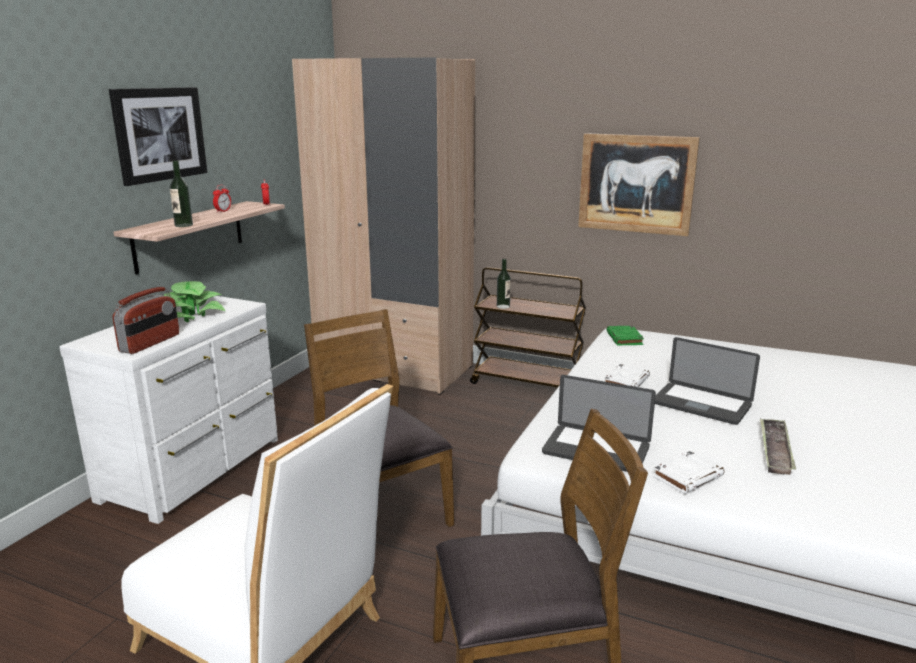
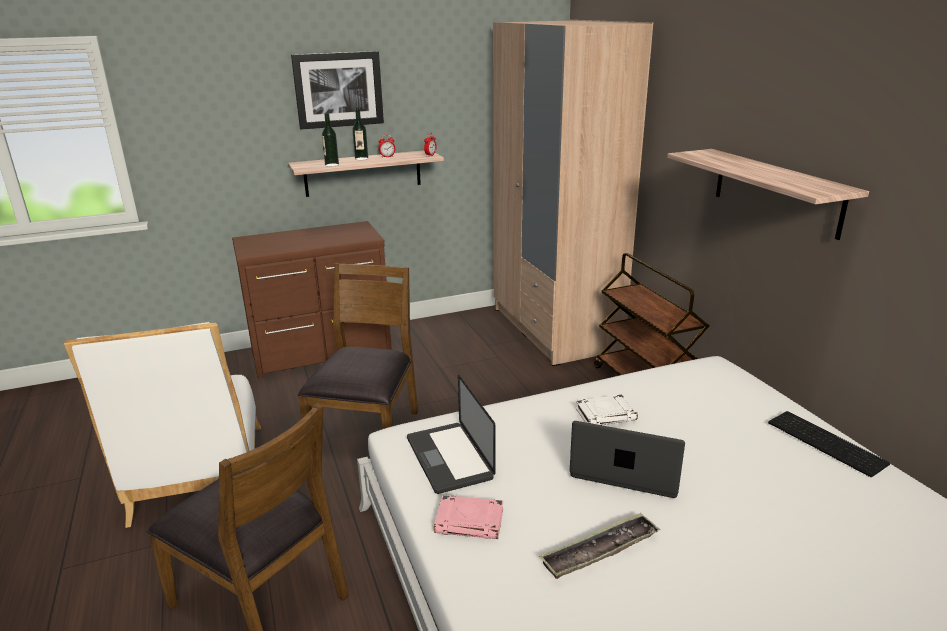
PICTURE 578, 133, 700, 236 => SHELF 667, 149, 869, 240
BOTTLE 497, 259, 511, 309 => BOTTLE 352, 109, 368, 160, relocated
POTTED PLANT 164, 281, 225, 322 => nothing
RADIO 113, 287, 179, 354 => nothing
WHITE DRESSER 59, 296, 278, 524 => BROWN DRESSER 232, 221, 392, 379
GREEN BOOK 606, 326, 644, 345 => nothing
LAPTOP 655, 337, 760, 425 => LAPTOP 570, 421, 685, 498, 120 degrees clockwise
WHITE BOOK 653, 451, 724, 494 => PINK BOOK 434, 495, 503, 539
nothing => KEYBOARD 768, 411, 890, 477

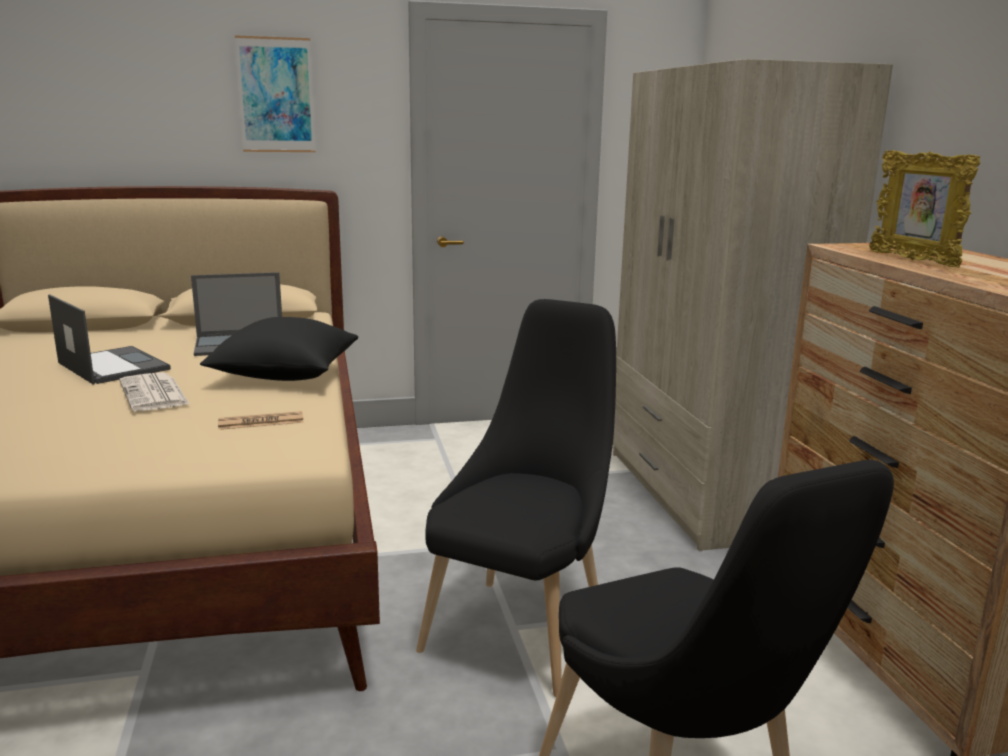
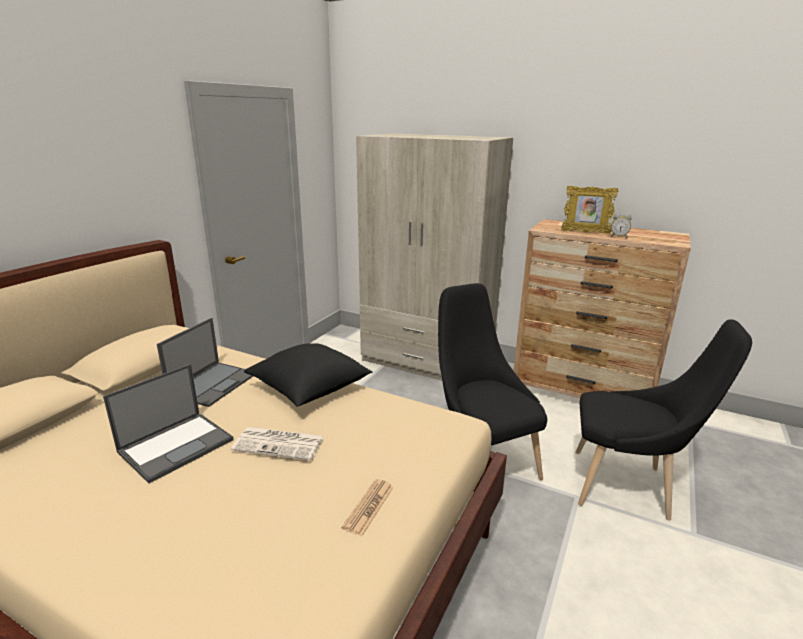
PICTURE 235, 35, 316, 152 => nothing
LAPTOP 48, 295, 171, 385 => LAPTOP 103, 364, 234, 483, 135 degrees clockwise
NEWSPAPER 218, 411, 304, 430 => NEWSPAPER 342, 479, 394, 536, relocated
nothing => ALARM CLOCK 610, 213, 632, 238

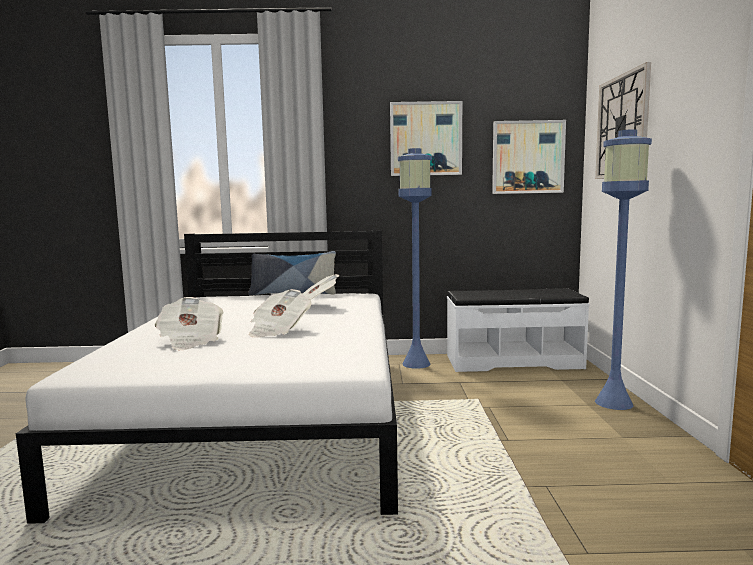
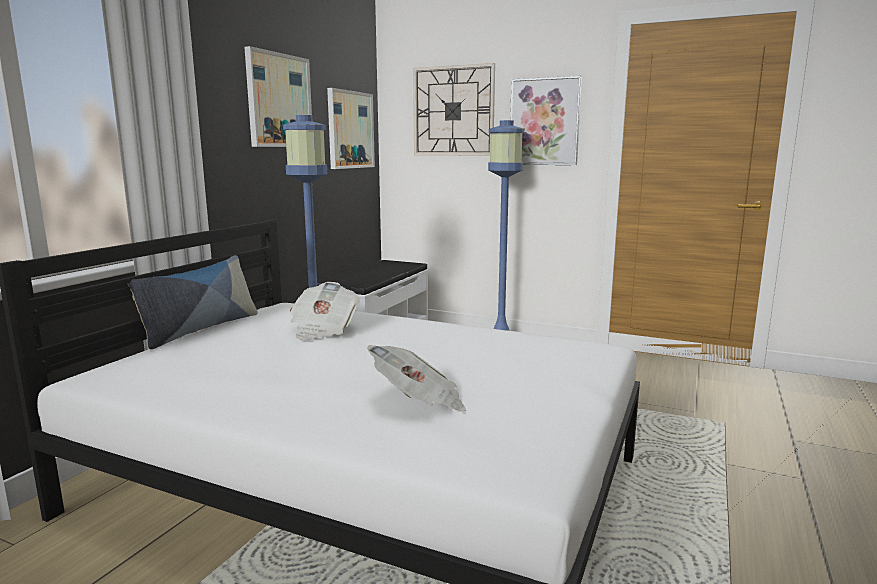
NEWSPAPER 249, 289, 311, 338 => nothing
nothing => PICTURE 510, 76, 582, 165

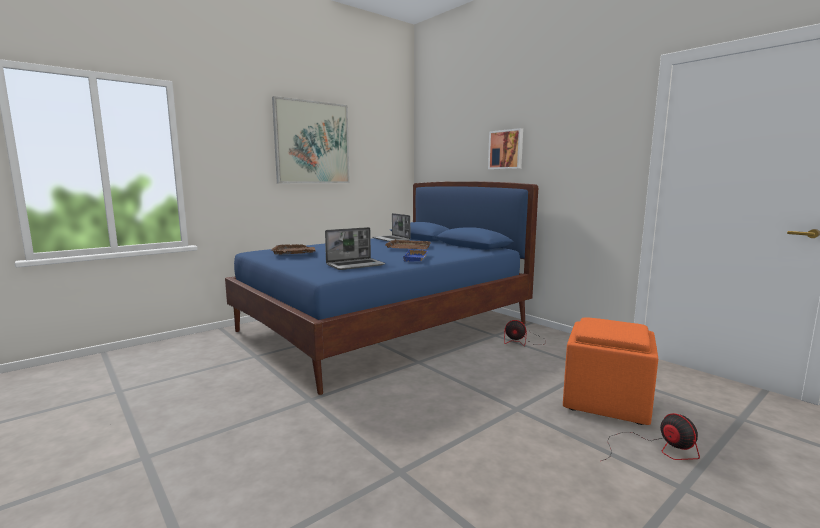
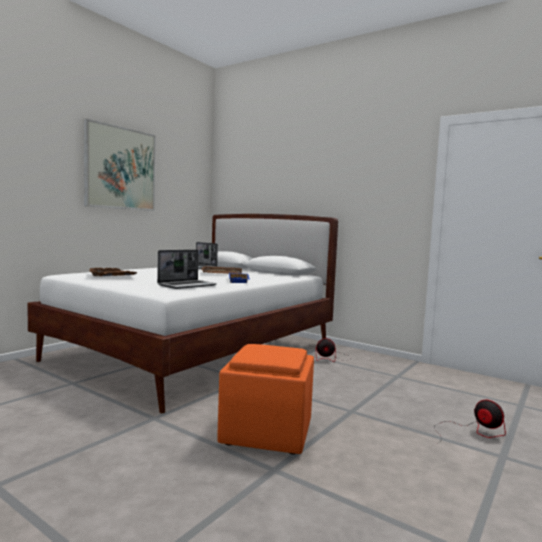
PICTURE 488, 128, 523, 169 => nothing
BLUE BED 225, 181, 538, 395 => WHITE BED 27, 214, 338, 413
ORANGE OTTOMAN 563, 317, 658, 425 => ORANGE OTTOMAN 217, 344, 314, 454, relocated

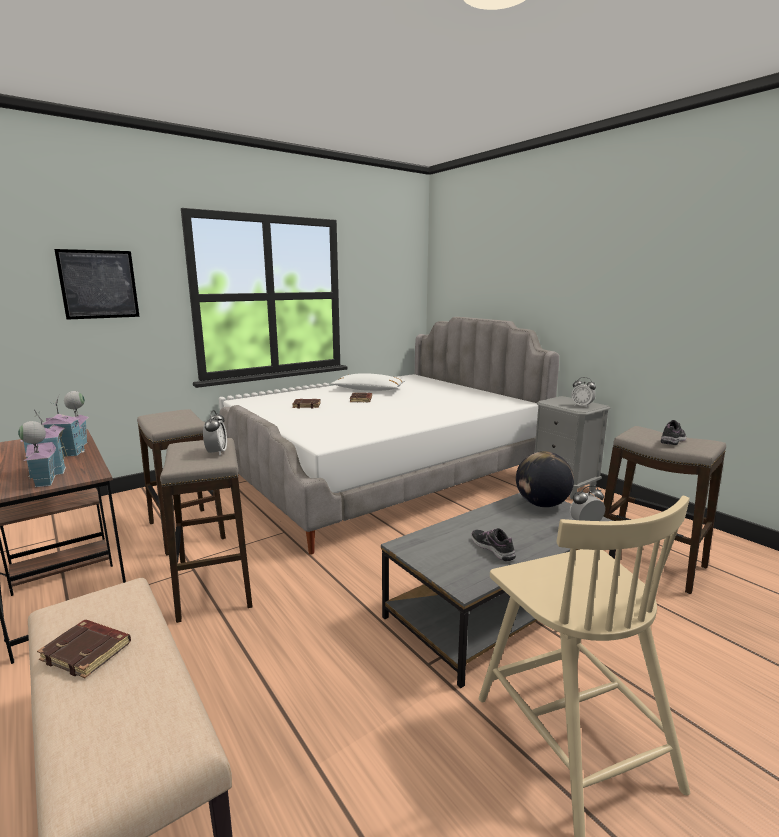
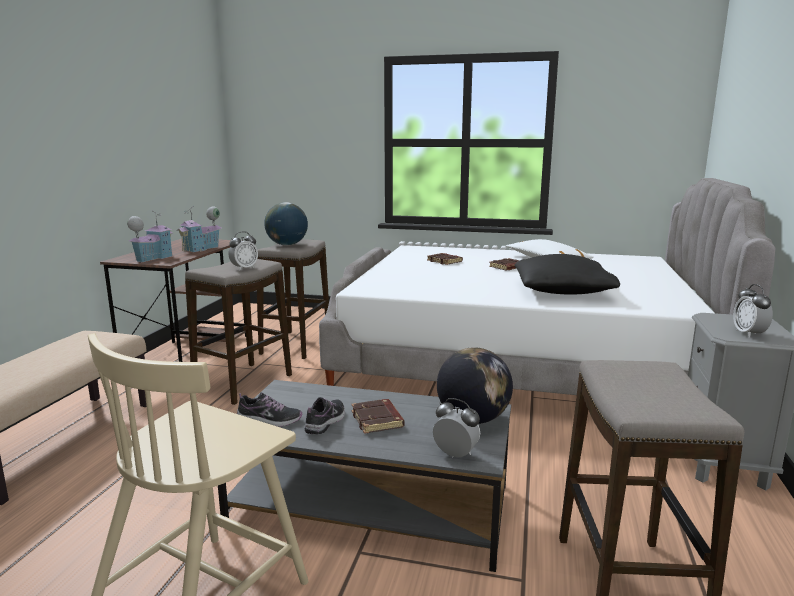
PICTURE 54, 249, 140, 320 => nothing
SHOE 661, 420, 686, 445 => SHOE 237, 392, 302, 427, relocated
BROWN BOOK 37, 620, 131, 678 => BROWN BOOK 351, 399, 405, 434, relocated
nothing => GLOBE 264, 202, 308, 245
nothing => BLACK PILLOW 515, 254, 620, 295

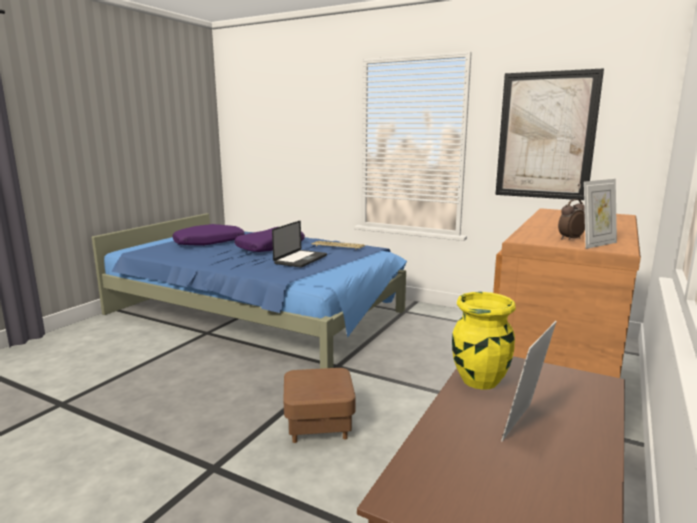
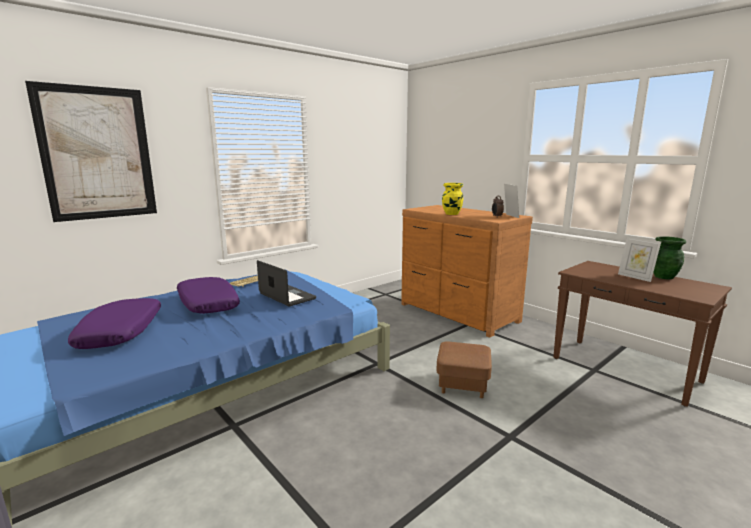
PICTURE 495, 68, 604, 200 => PICTURE 25, 81, 157, 222, relocated
YELLOW VASE 452, 292, 515, 390 => YELLOW VASE 442, 183, 463, 215, relocated
nothing => GREEN VASE 653, 236, 686, 279

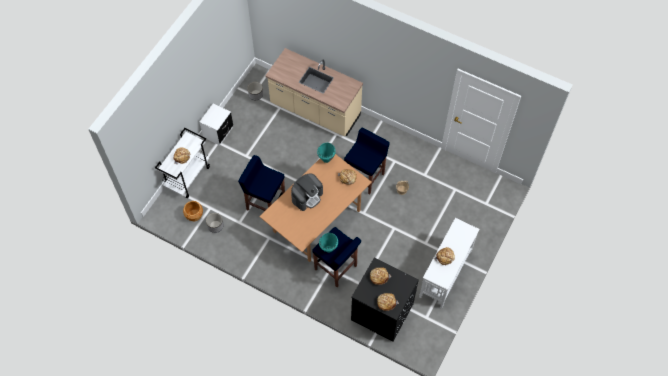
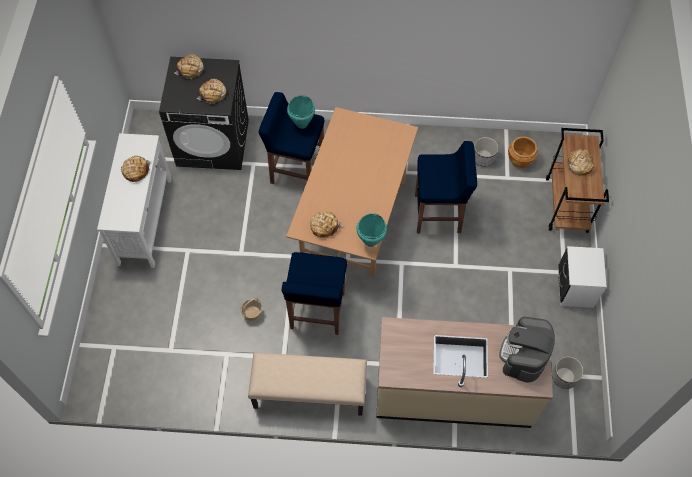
WHITE CART 155, 128, 210, 198 => BROWN CART 546, 128, 609, 233
COFFEE MACHINE 291, 173, 323, 211 => COFFEE MACHINE 499, 317, 555, 383, relocated
nothing => BEIGE BENCH 248, 353, 367, 416

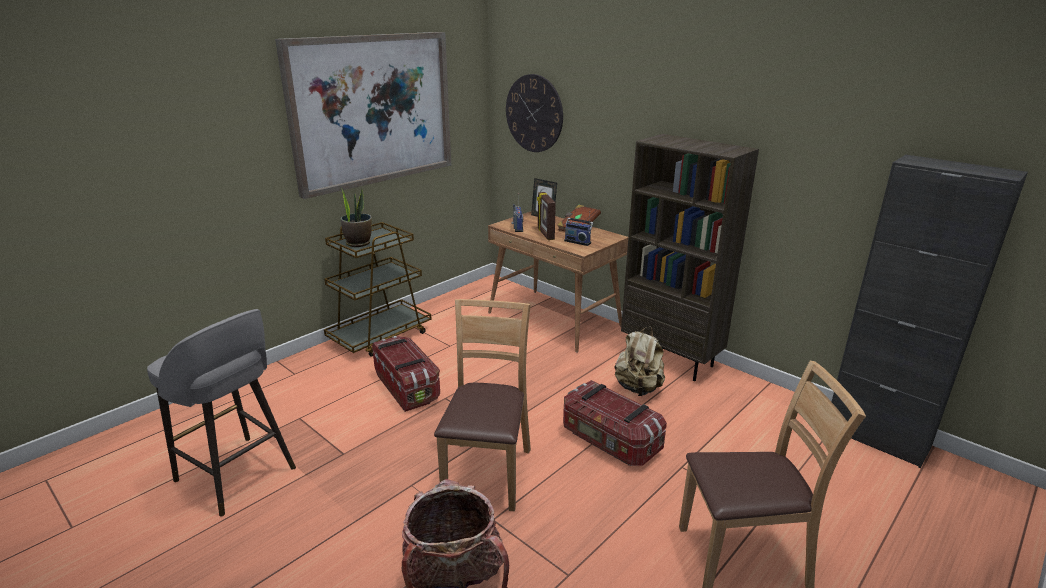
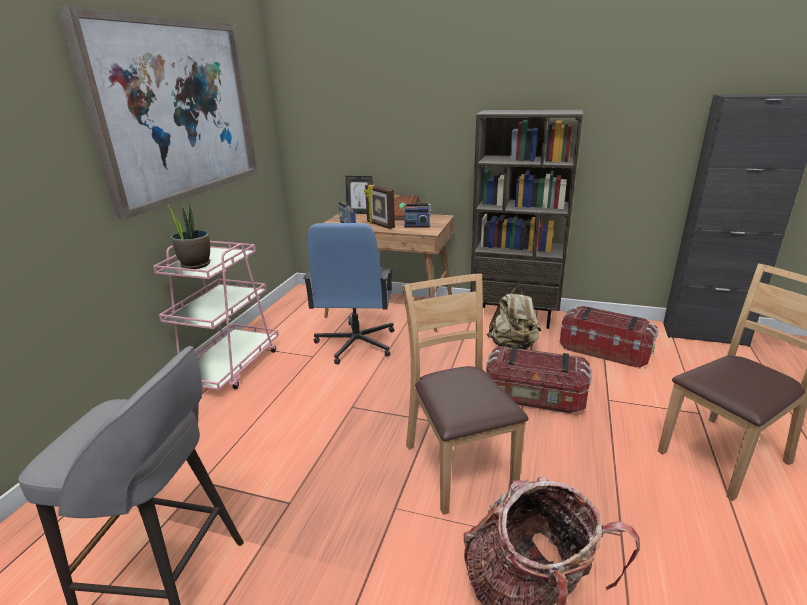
WALL CLOCK 506, 74, 563, 152 => nothing
BROWN CART 324, 222, 432, 357 => PINK CART 153, 241, 279, 390
STORAGE BOX 372, 336, 440, 412 => STORAGE BOX 560, 306, 658, 368, relocated
nothing => BLUE OFFICE CHAIR 304, 223, 394, 365

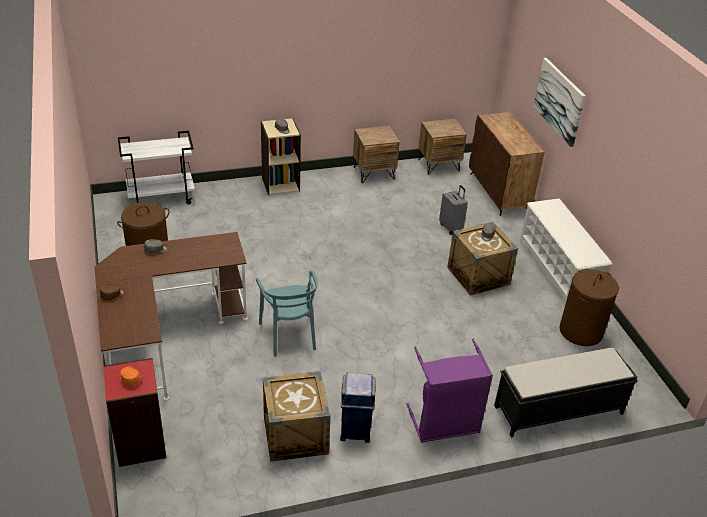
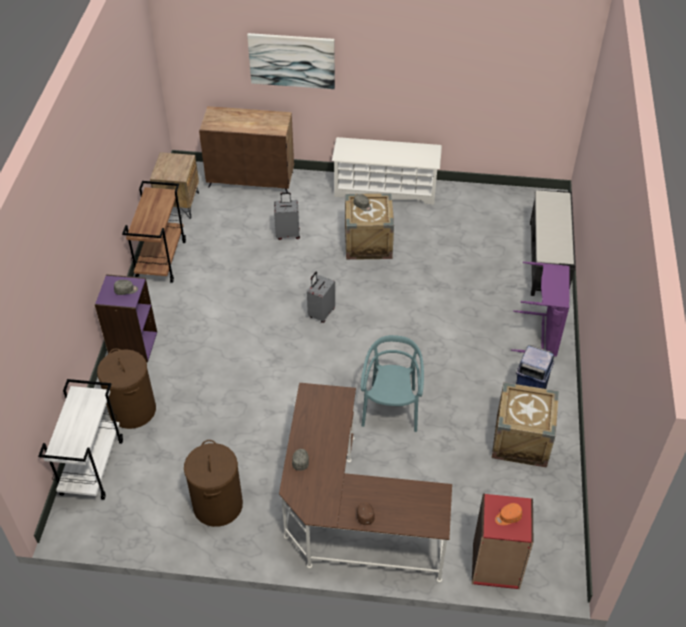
BEIGE BOOKCASE 261, 118, 301, 195 => PURPLE BOOKCASE 95, 274, 157, 362
BROWN NIGHTSTAND 353, 126, 400, 183 => BROWN CART 122, 181, 186, 283
BROWN LAUNDRY BASKET 559, 269, 619, 346 => BROWN LAUNDRY BASKET 97, 348, 156, 429, relocated
TURQUOISE CHAIR 256, 270, 318, 357 => TURQUOISE CHAIR 361, 335, 424, 432, 90 degrees counterclockwise
nothing => GREY SUITCASE 307, 272, 335, 323

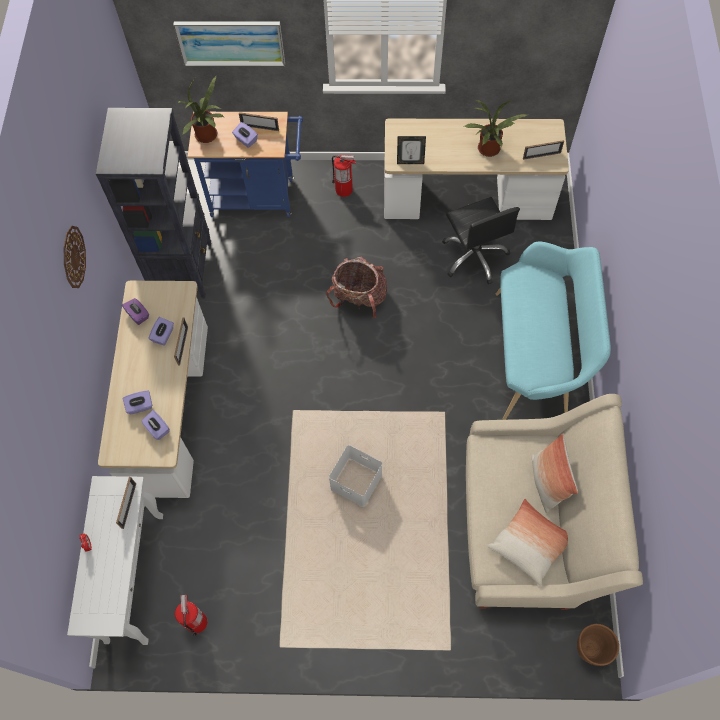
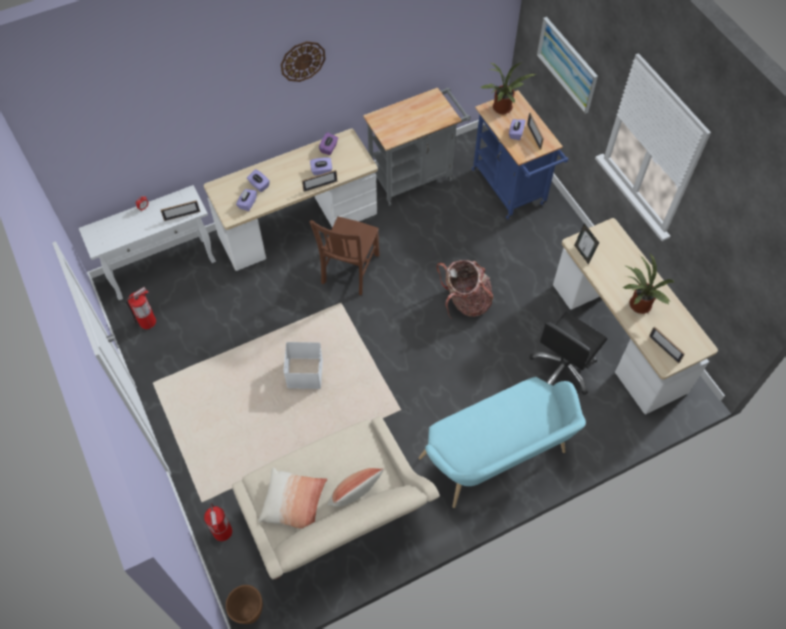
BLACK BOOKCASE 96, 108, 211, 299 => GREY CART 363, 88, 471, 206
FIRE EXTINGUISHER 332, 155, 356, 197 => FIRE EXTINGUISHER 204, 503, 232, 541, relocated
nothing => BROWN CHAIR 310, 217, 380, 295

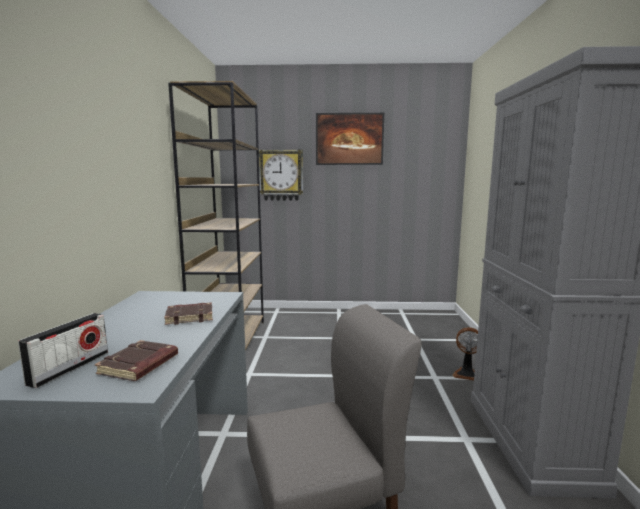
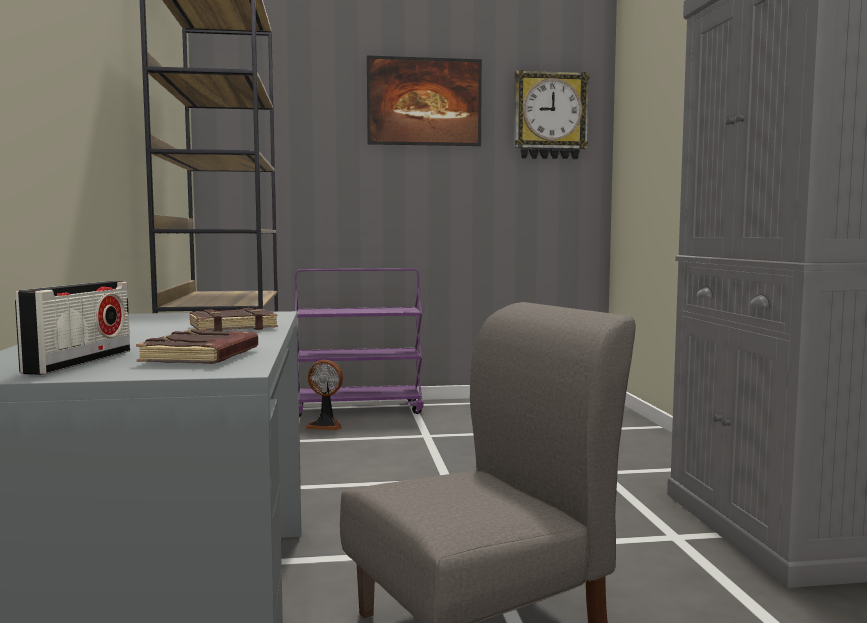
WALL CLOCK 259, 150, 303, 201 => WALL CLOCK 514, 70, 590, 159, relocated
FAN 452, 327, 478, 380 => FAN 304, 360, 343, 430, relocated
nothing => PURPLE CART 295, 268, 424, 417

